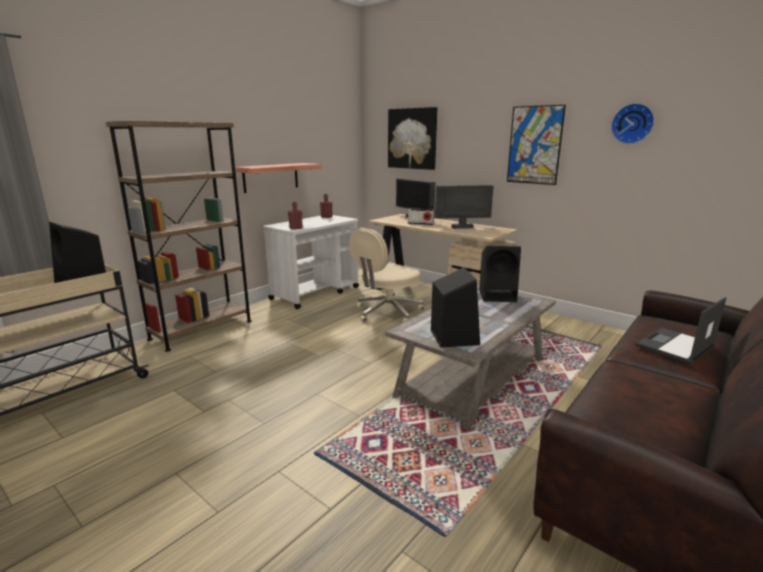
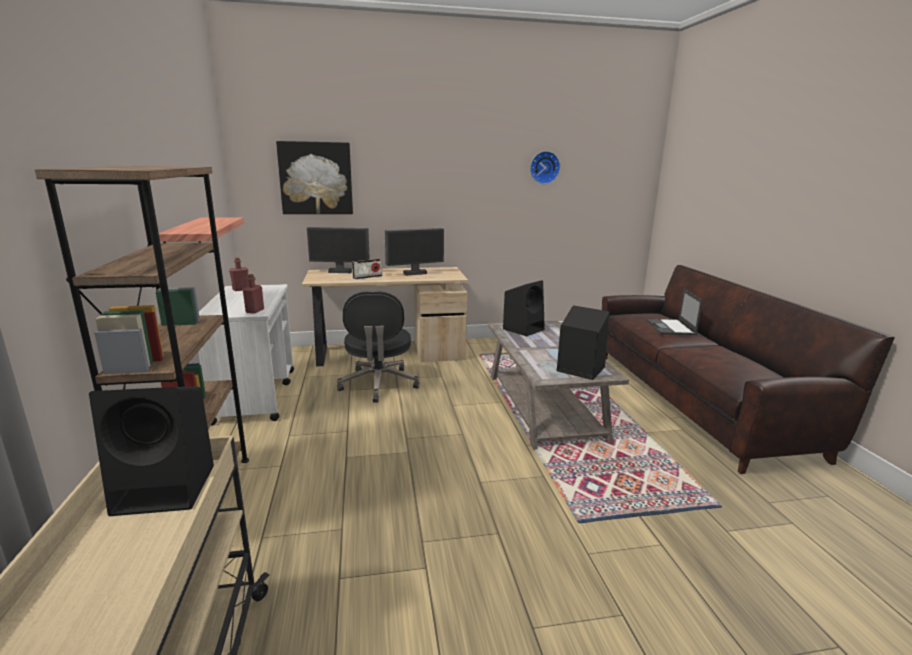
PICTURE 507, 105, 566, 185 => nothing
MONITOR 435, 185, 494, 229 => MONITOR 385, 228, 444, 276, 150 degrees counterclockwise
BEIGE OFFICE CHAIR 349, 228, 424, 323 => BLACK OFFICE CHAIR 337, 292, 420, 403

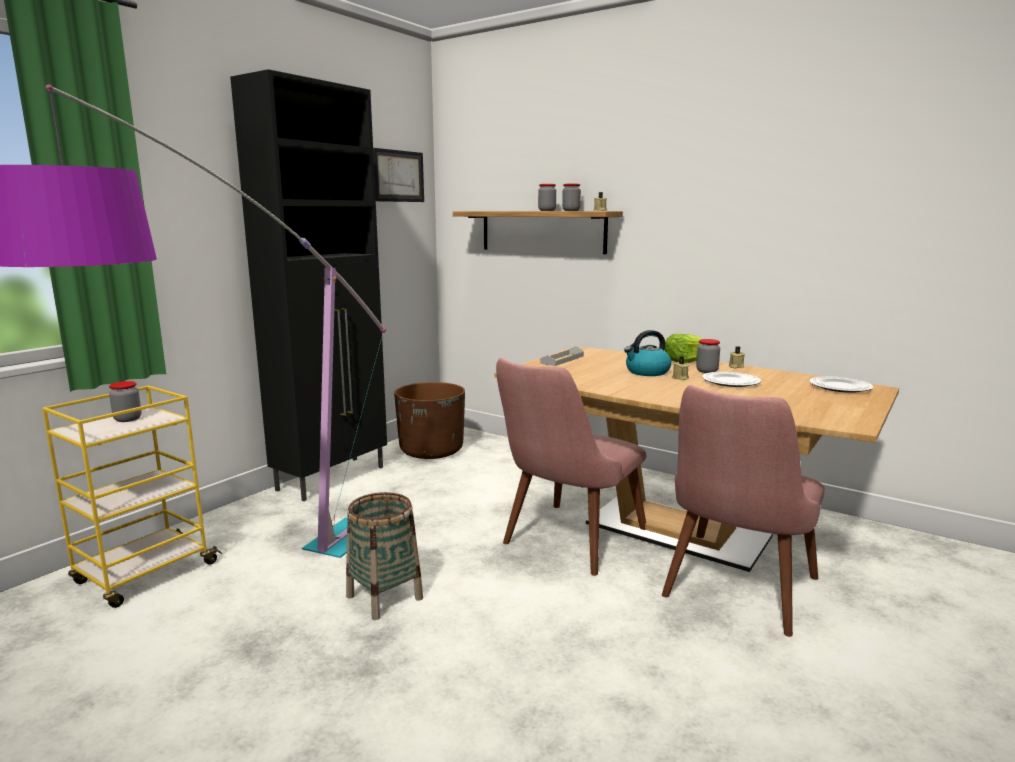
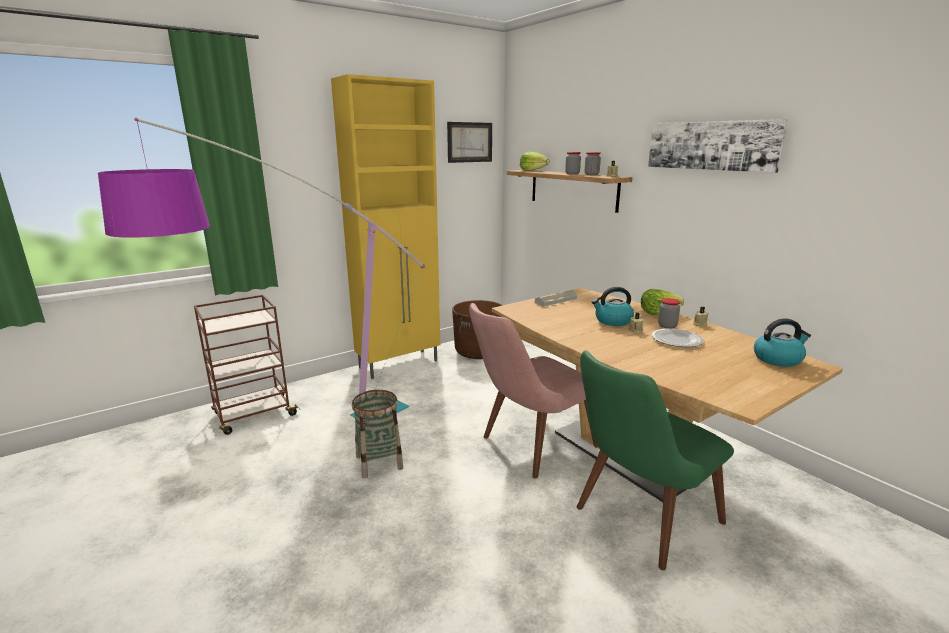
BLACK CABINET 230, 69, 387, 501 => YELLOW CABINET 331, 74, 440, 379
PLATE 809, 376, 874, 393 => KETTLE 754, 318, 811, 367
JAR 109, 381, 141, 422 => nothing
PINK CHAIR 662, 385, 825, 637 => GREEN CHAIR 577, 351, 734, 570
YELLOW CART 42, 386, 222, 608 => BROWN CART 194, 295, 300, 435
nothing => PICTURE 648, 119, 788, 173
nothing => LETTUCE 520, 152, 549, 171

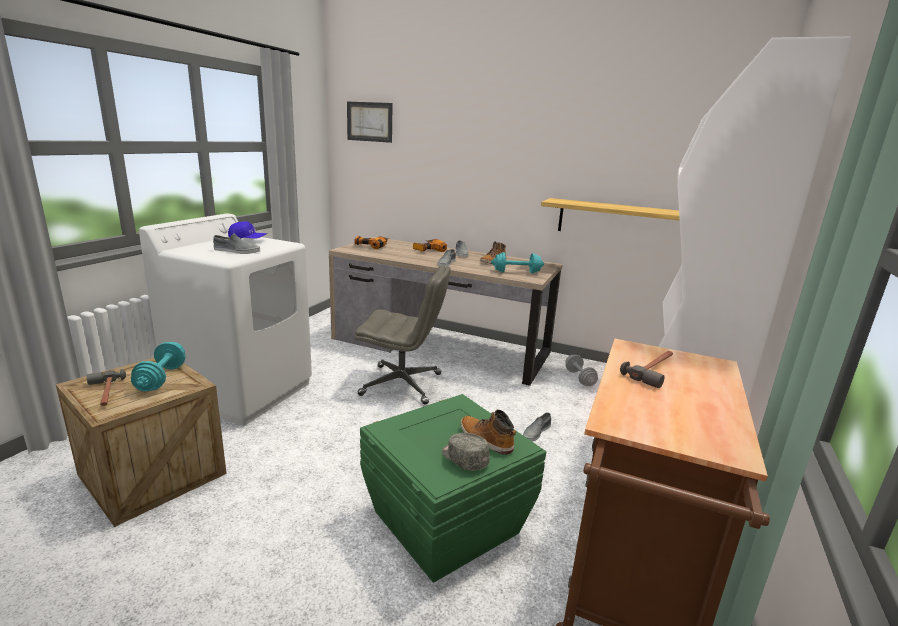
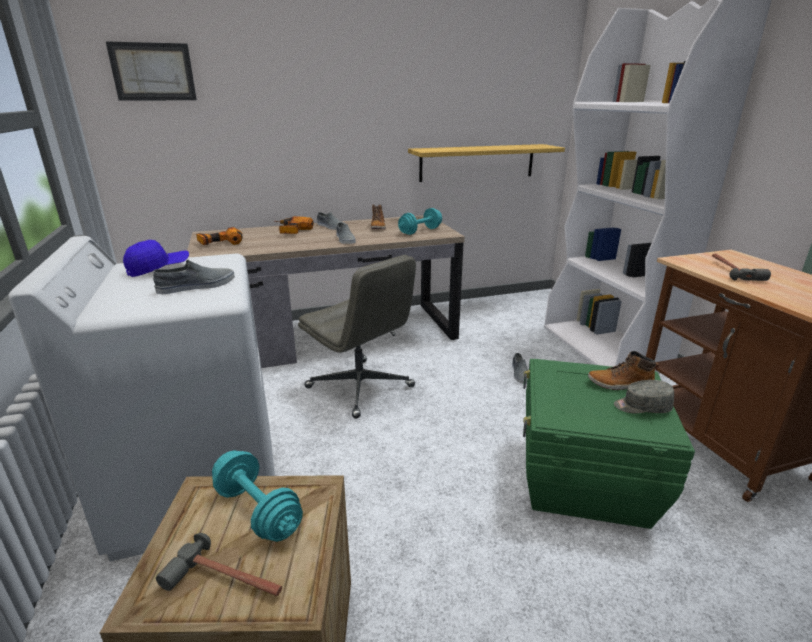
GREY OFFICE CHAIR 355, 265, 451, 405 => GREY OFFICE CHAIR 298, 255, 416, 419, 75 degrees clockwise
GREY DUMBBELL 565, 355, 598, 386 => nothing

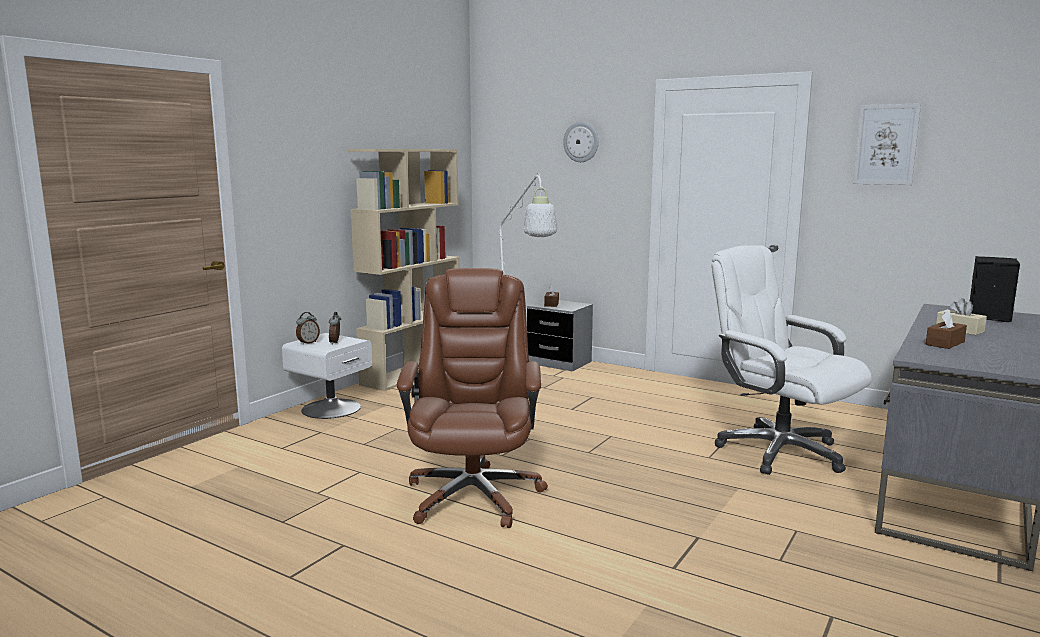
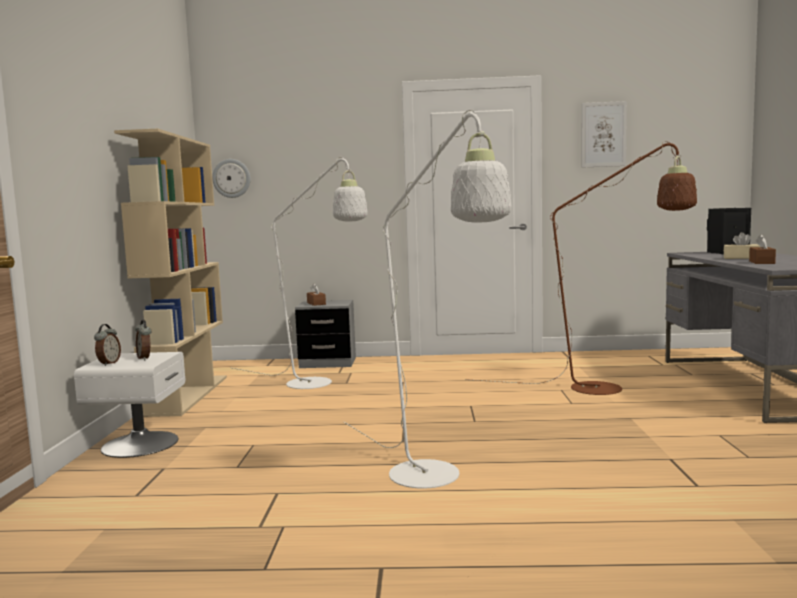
WALL CLOCK 563, 122, 599, 162 => WALL CLOCK 212, 159, 250, 198, relocated
WHITE OFFICE CHAIR 711, 245, 872, 475 => BROWN FLOOR LAMP 465, 141, 697, 395
BROWN OFFICE CHAIR 397, 268, 548, 528 => WHITE FLOOR LAMP 344, 110, 512, 489

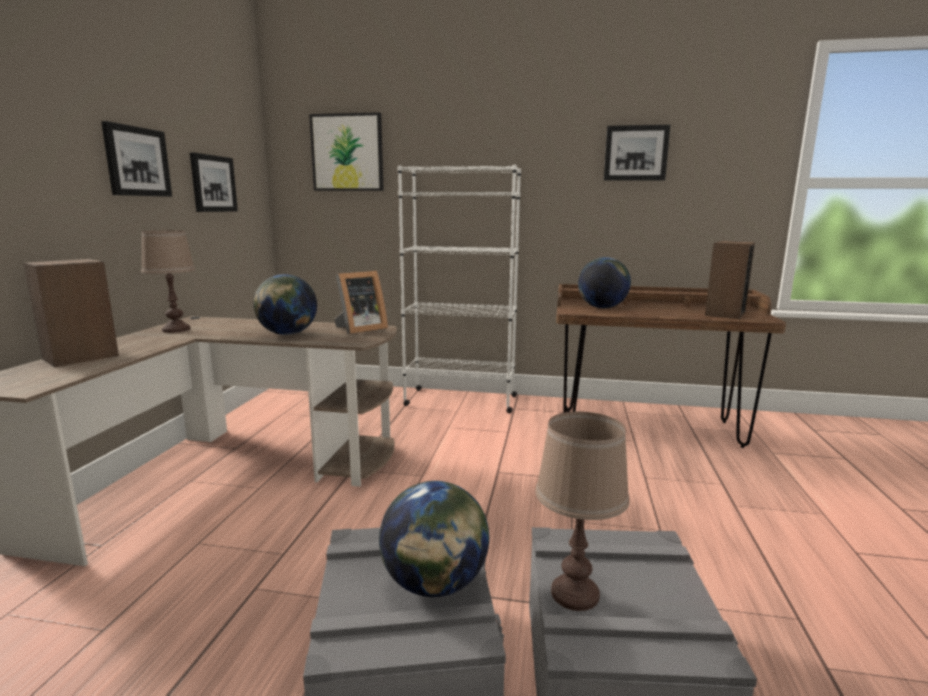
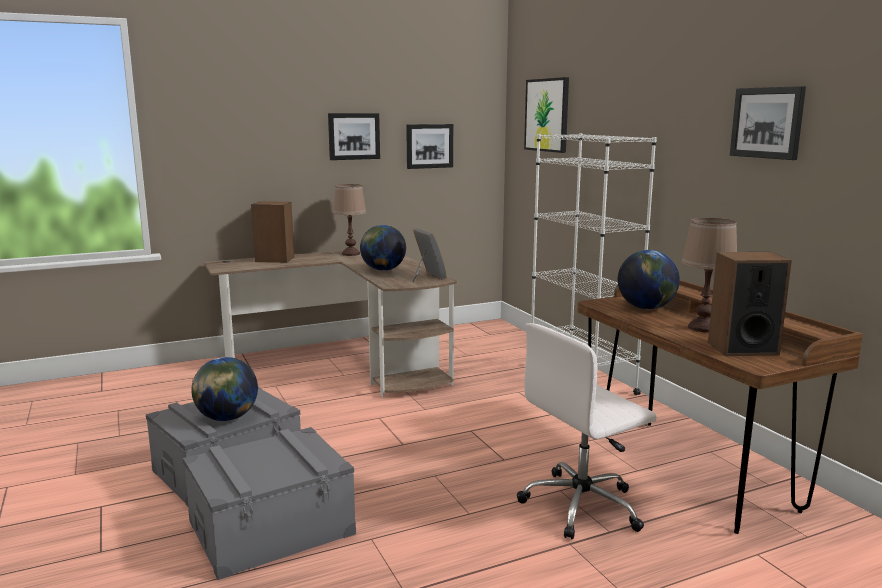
PICTURE FRAME 334, 271, 388, 334 => PICTURE FRAME 412, 228, 447, 282, 135 degrees counterclockwise
BROWN TABLE LAMP 535, 411, 630, 611 => BROWN TABLE LAMP 681, 218, 737, 333, relocated
nothing => WHITE OFFICE CHAIR 517, 323, 657, 540

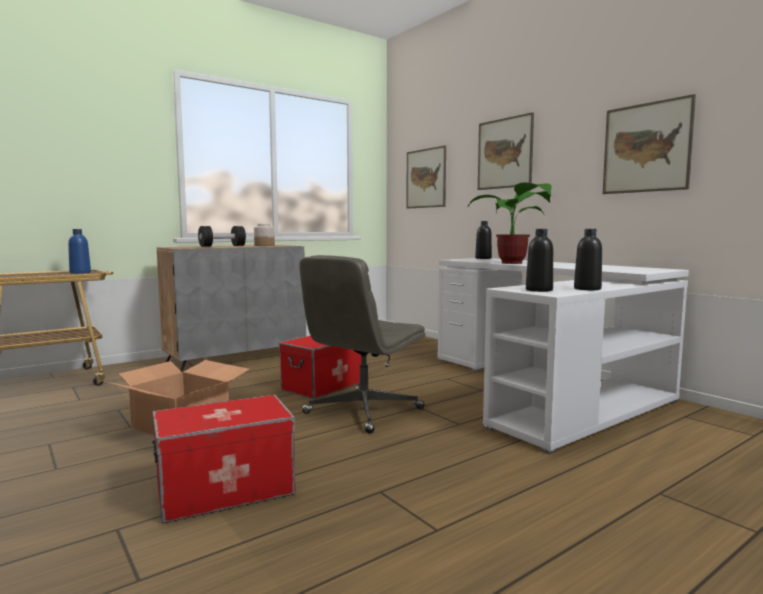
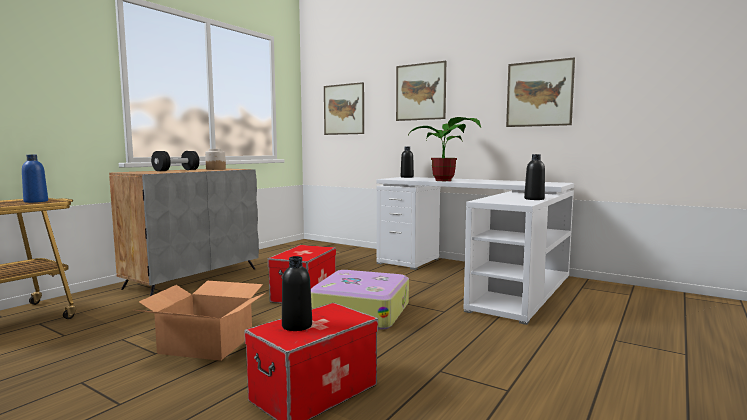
BLACK BOTTLE 526, 229, 553, 292 => BLACK BOTTLE 282, 256, 312, 331, relocated
GREY OFFICE CHAIR 299, 255, 426, 434 => SUITCASE 311, 270, 409, 330

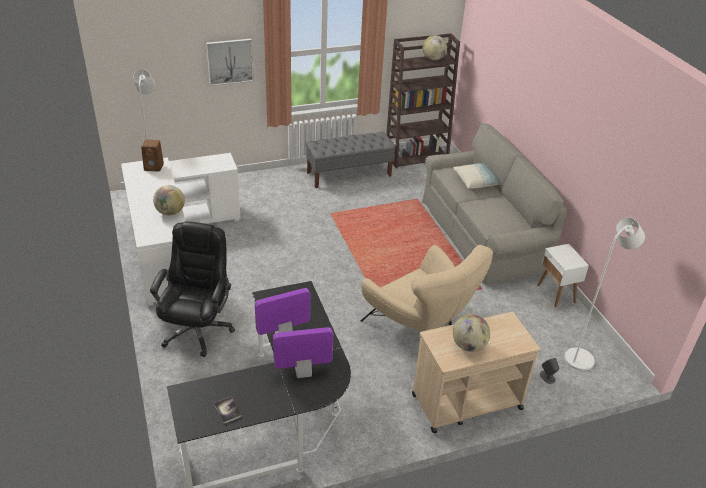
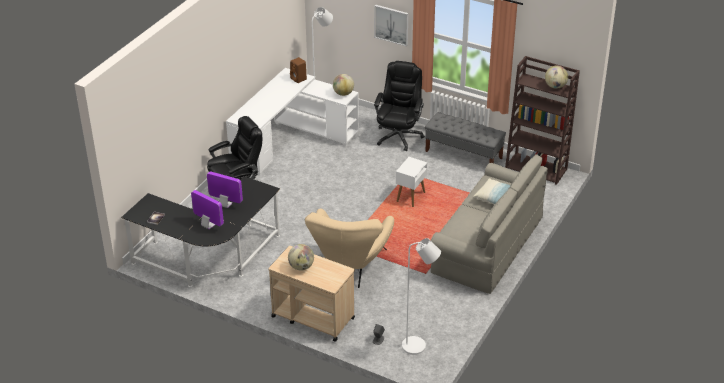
GLOBE 153, 185, 185, 215 => GLOBE 333, 74, 354, 96, relocated
WHITE SIDE TABLE 537, 244, 589, 307 => WHITE SIDE TABLE 396, 157, 427, 207, relocated
nothing => BLACK OFFICE CHAIR 374, 61, 425, 151

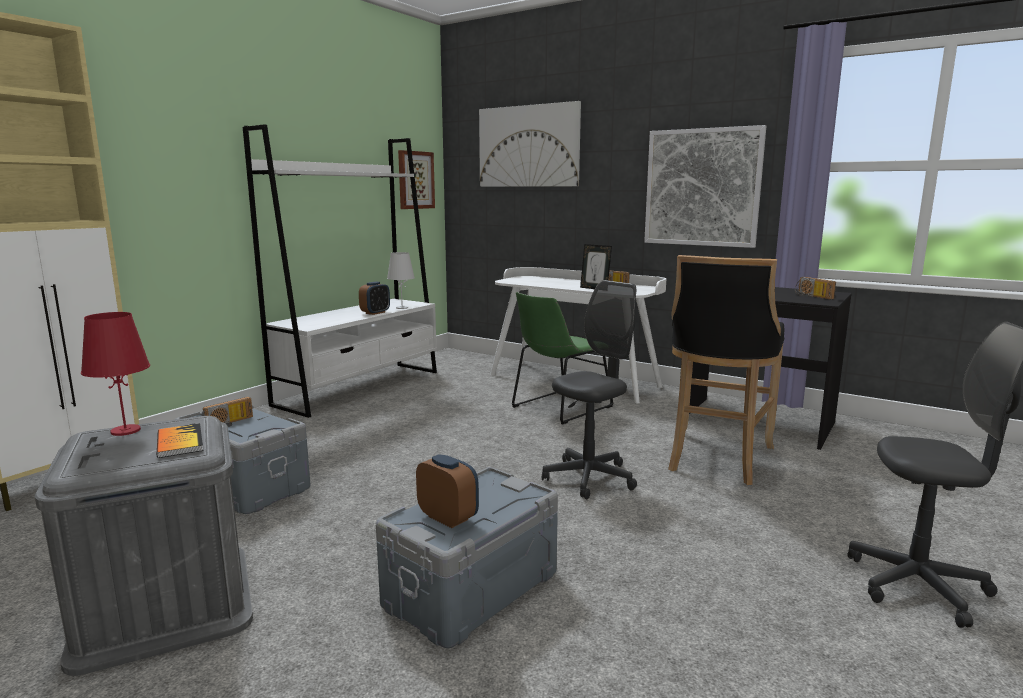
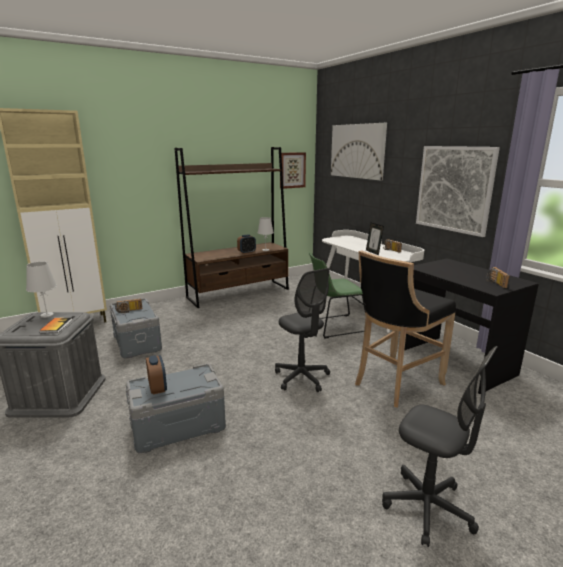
WHITE BOOKCASE 243, 124, 437, 418 => BROWN BOOKCASE 175, 147, 289, 308
GREY OFFICE CHAIR 542, 280, 637, 499 => GREY OFFICE CHAIR 275, 268, 330, 392, 75 degrees clockwise
RED TABLE LAMP 81, 312, 150, 436 => WHITE TABLE LAMP 26, 262, 57, 318

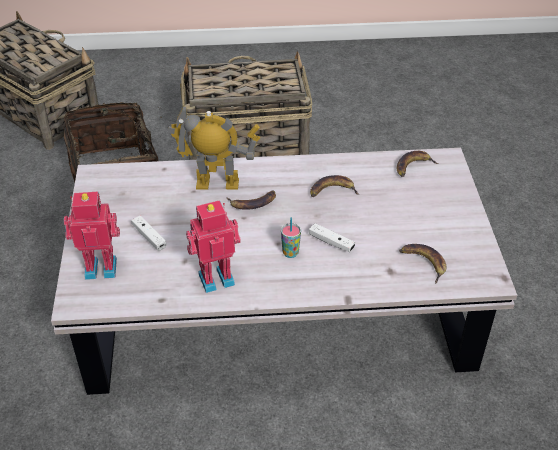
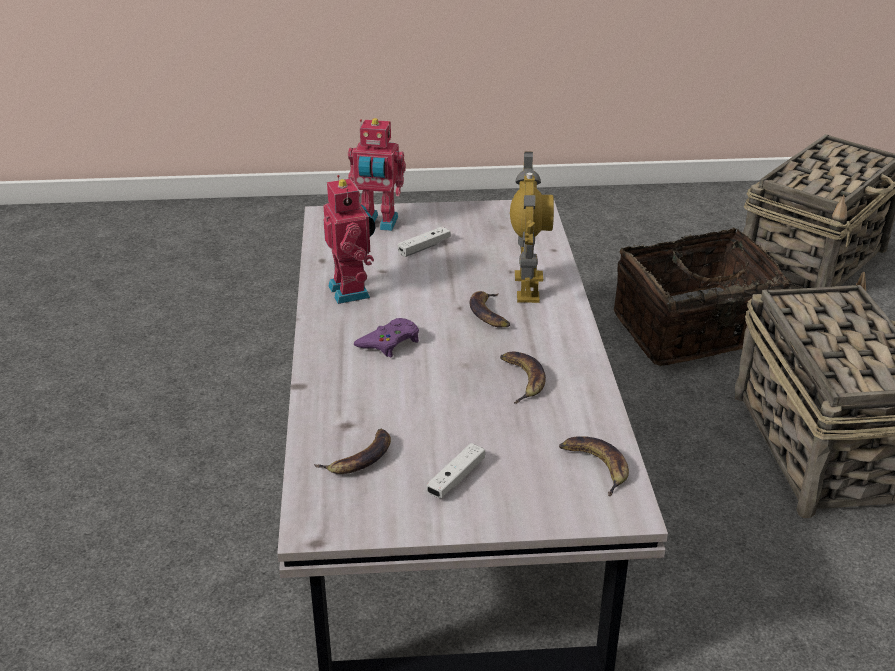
TOY ROBOT 64, 191, 120, 280 => TOY ROBOT 348, 118, 406, 231, 105 degrees clockwise
CUP 281, 217, 301, 258 => PURPLE GAME CONTROLLER 354, 318, 419, 357
WHITE GAME CONTROLLER 309, 223, 355, 252 => WHITE GAME CONTROLLER 426, 443, 485, 498, relocated

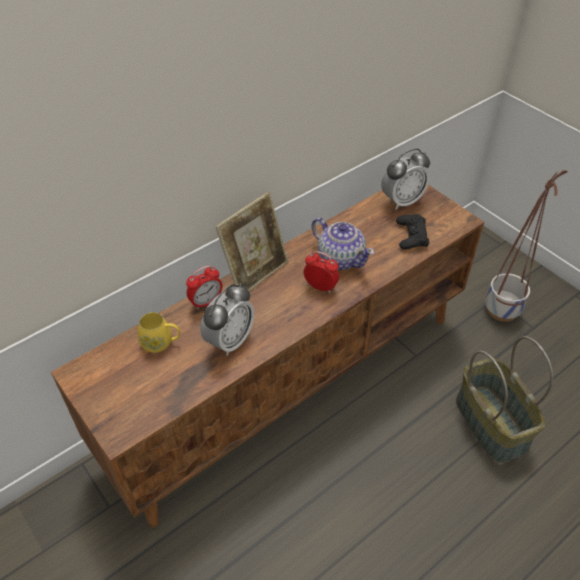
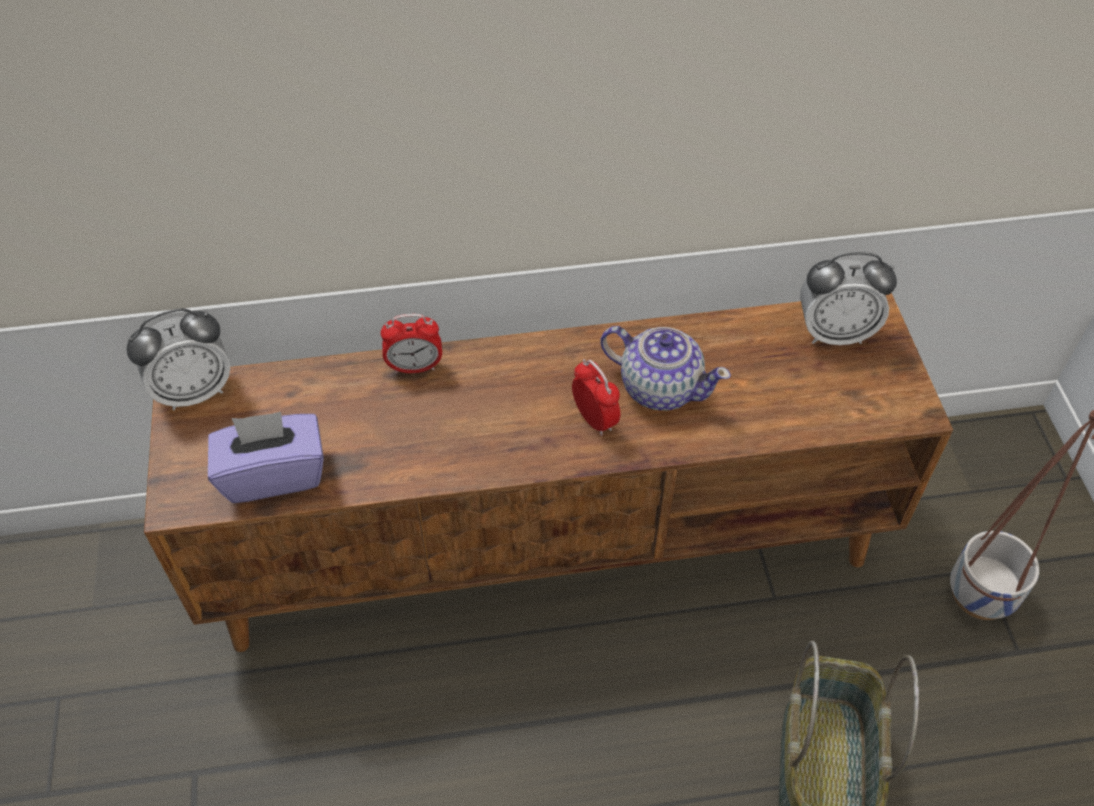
PICTURE FRAME 216, 192, 288, 291 => nothing
BLACK GAME CONTROLLER 396, 214, 429, 249 => nothing
TEAPOT 311, 217, 375, 270 => TEAPOT 600, 326, 731, 411, 45 degrees counterclockwise
ALARM CLOCK 200, 283, 254, 356 => ALARM CLOCK 127, 308, 230, 410, relocated
YELLOW MUG 138, 312, 180, 353 => nothing
nothing => PURPLE TISSUE BOX 208, 412, 324, 503

